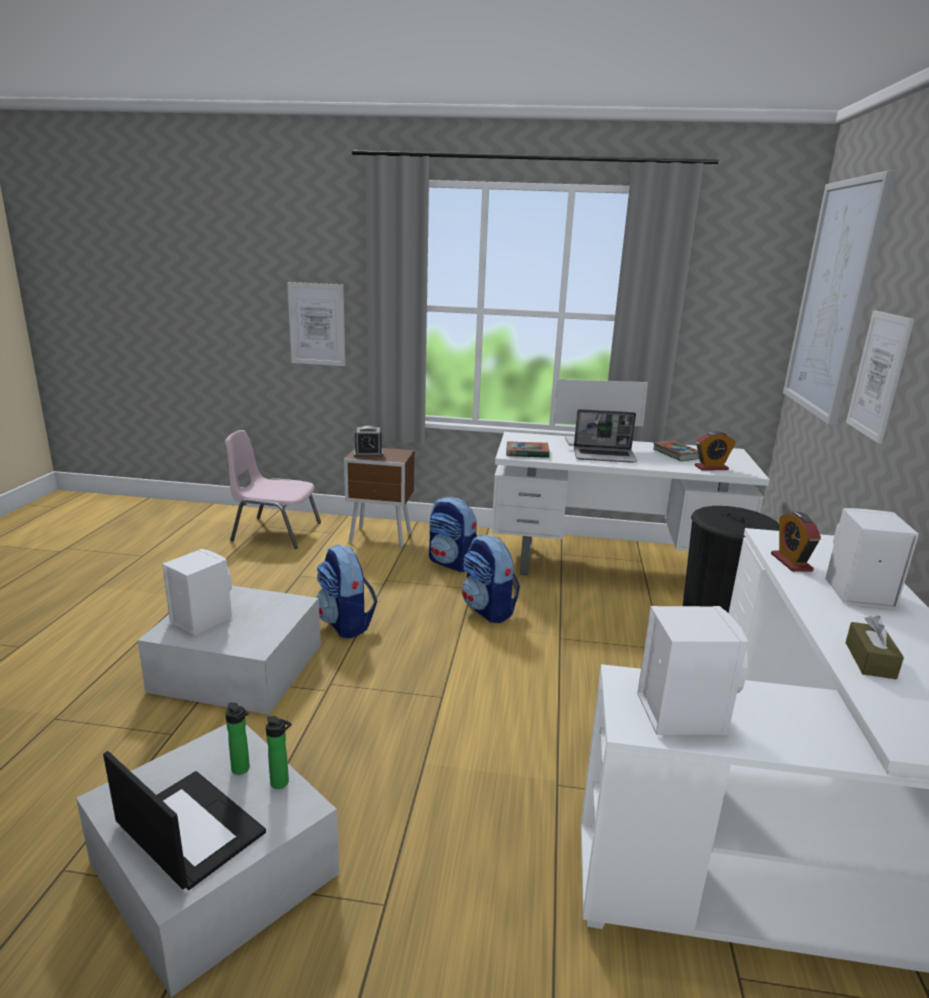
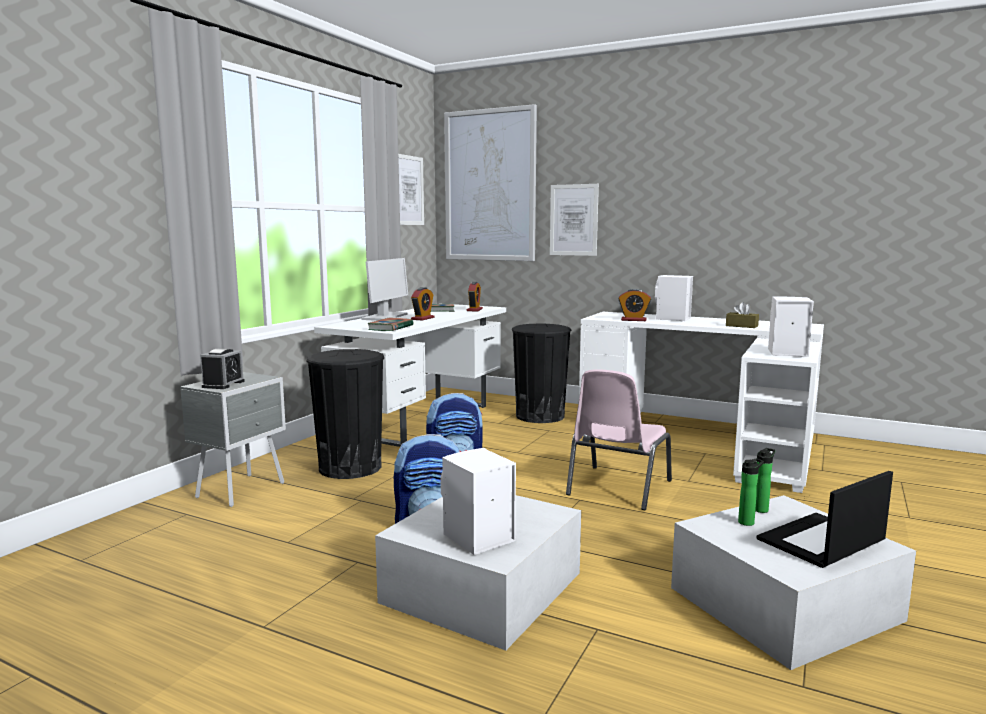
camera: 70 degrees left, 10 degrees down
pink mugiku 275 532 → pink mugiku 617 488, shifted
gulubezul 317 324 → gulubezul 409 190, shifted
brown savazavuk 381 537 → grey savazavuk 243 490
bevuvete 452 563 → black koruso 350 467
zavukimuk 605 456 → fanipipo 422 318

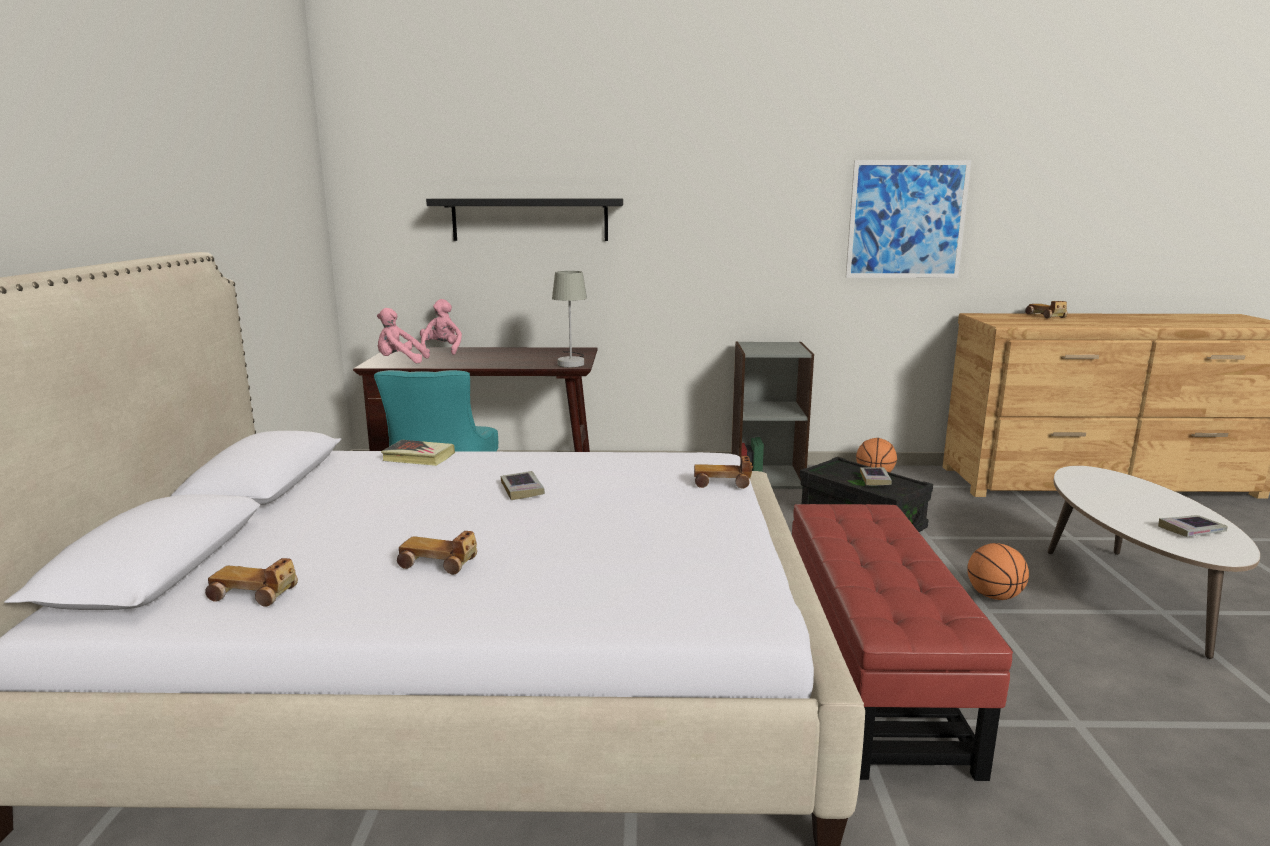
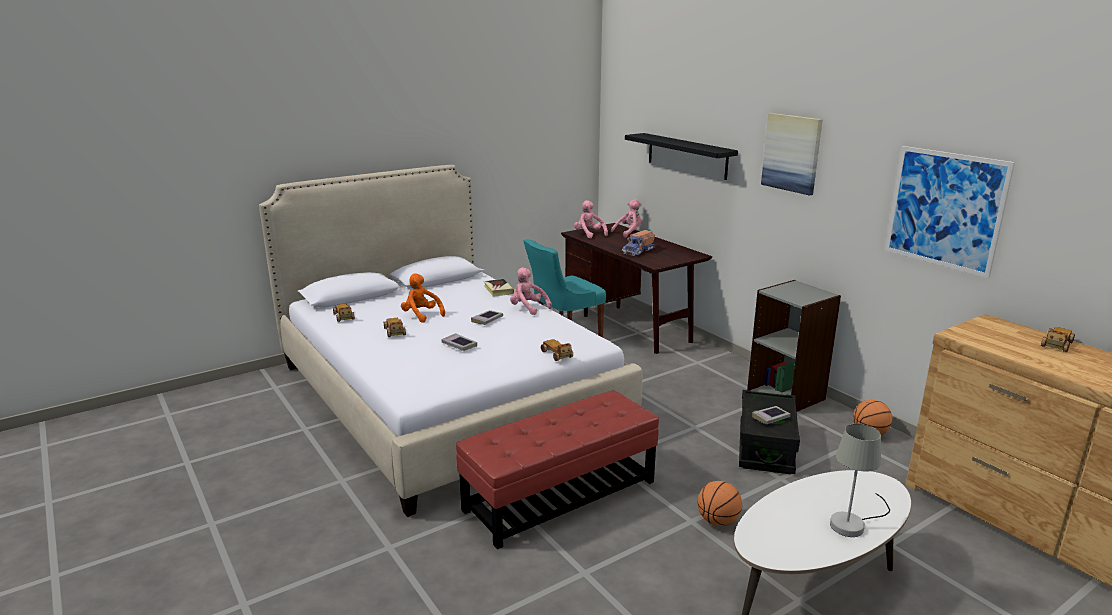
camera: 55 degrees right, 5 degrees up
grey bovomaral 572 362 → grey bovomaral 853 523, shifted
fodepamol 1191 530 → fodepamol 459 345, shifted
- → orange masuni 421 315
- → pink masuni 528 308
- → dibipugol 639 251
- → gulubezul 791 153

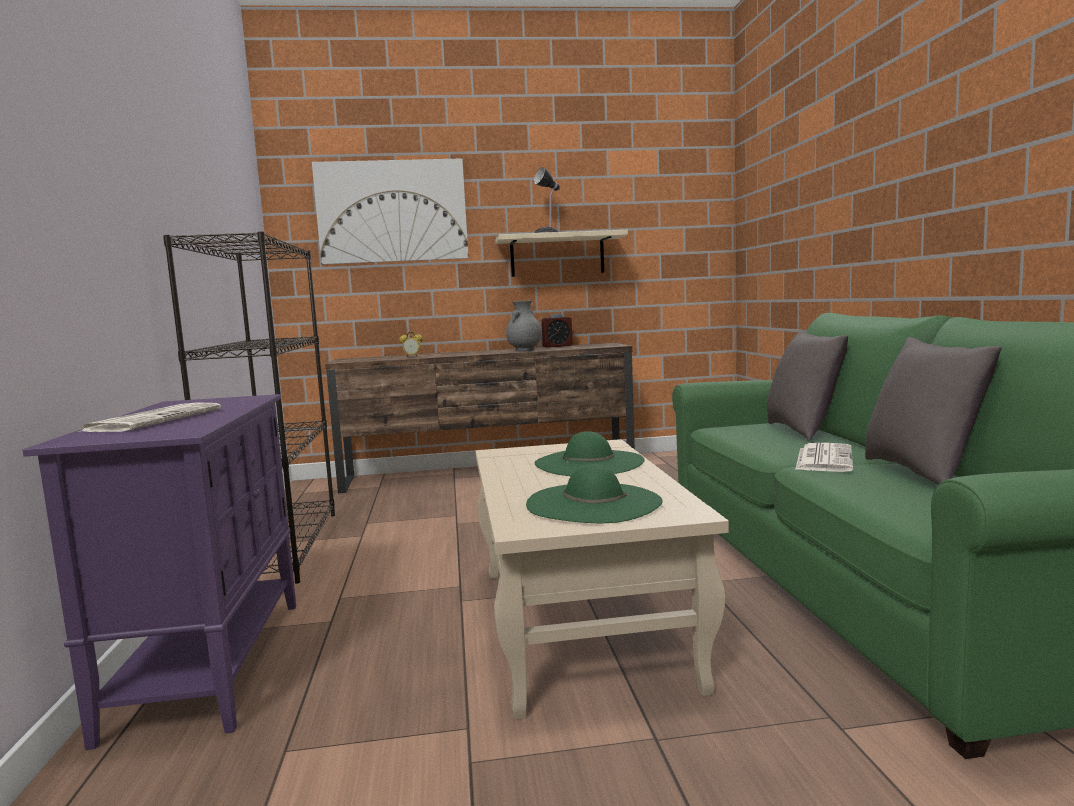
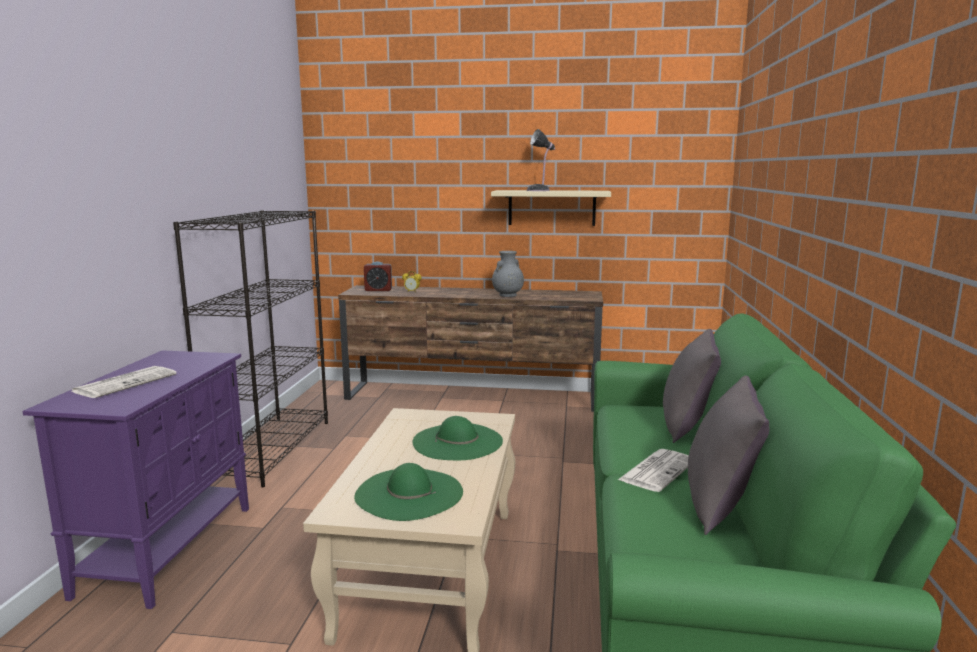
camera: 15 degrees right, 5 degrees up
gulubezul 392 211 → -
fanipipo 557 346 → fanipipo 378 290, shifted

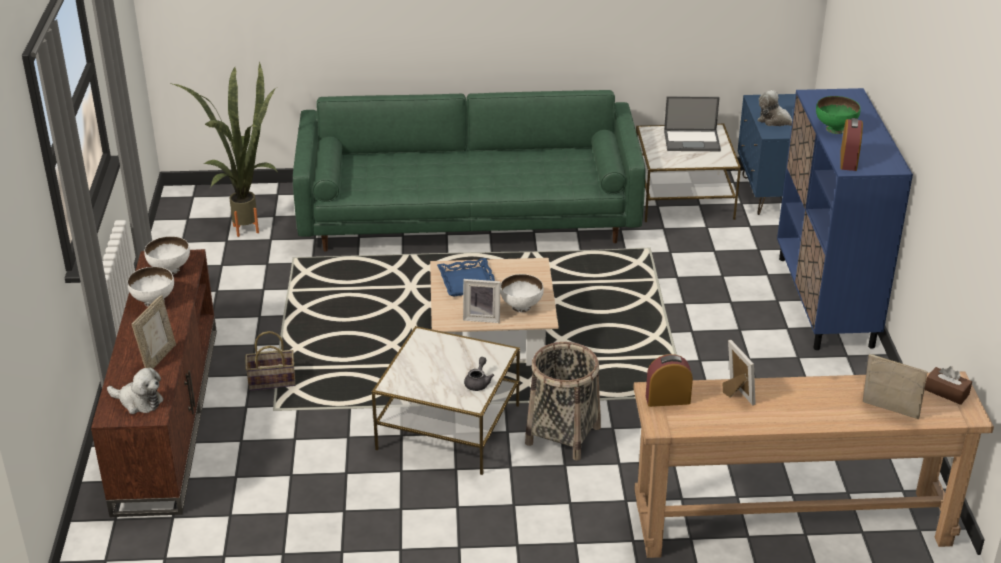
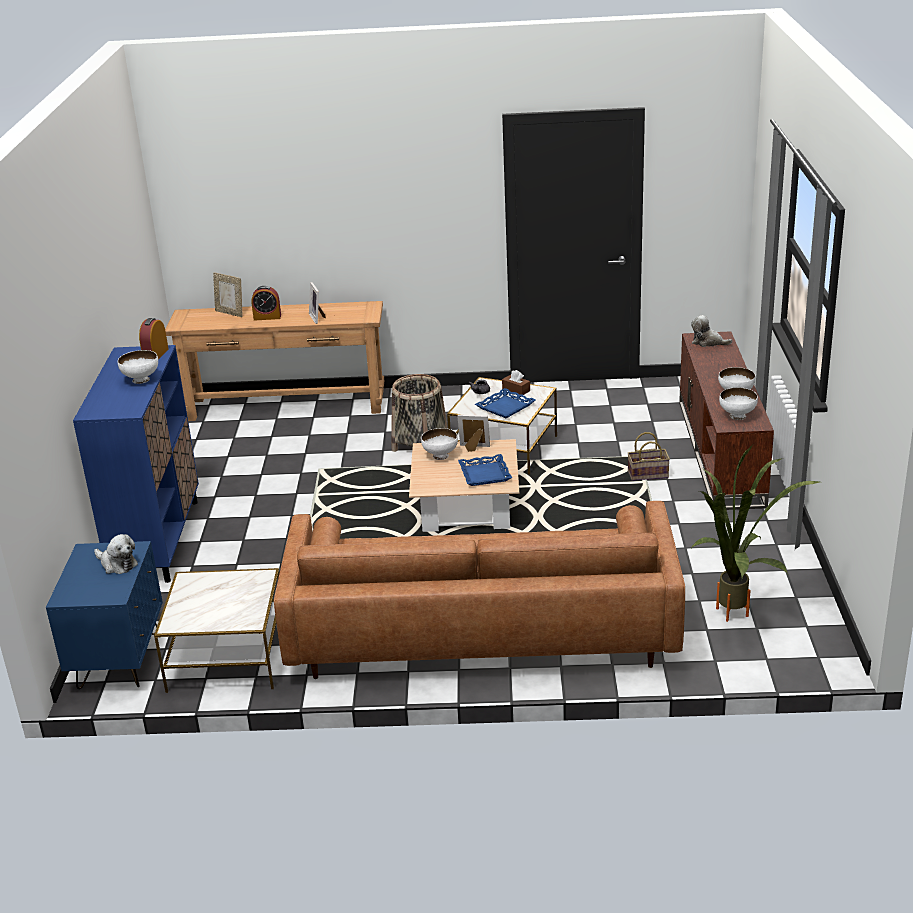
camera: 175 degrees left, 5 degrees down
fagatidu 158 358 → -
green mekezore 468 215 → brown mekezore 481 631
fanipipo 667 399 → fanipipo 267 317, shifted
zavukimuk 692 141 → -
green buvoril 835 129 → white buvoril 141 380
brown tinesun 946 392 → brown tinesun 516 390, shifted
- → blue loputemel 505 407

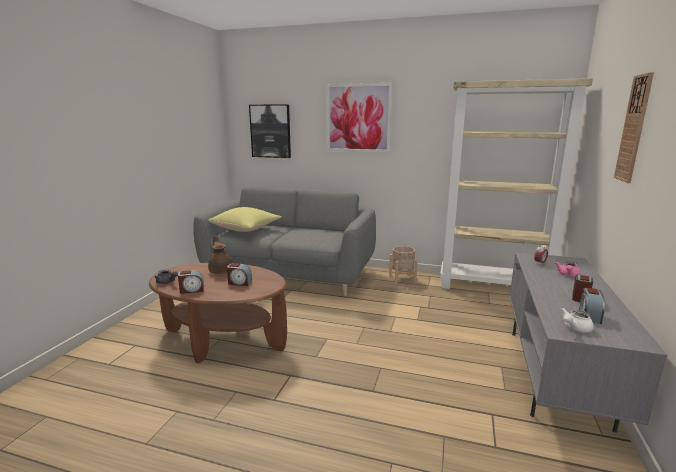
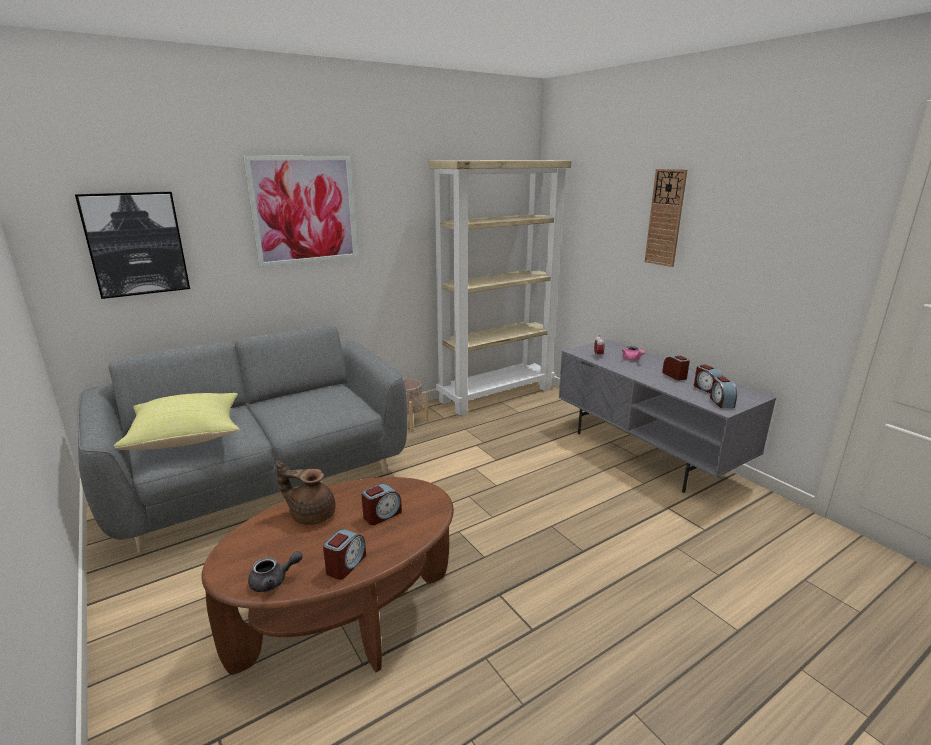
camera: 50 degrees left, 5 degrees up
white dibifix 574 328 → fanipipo 721 402

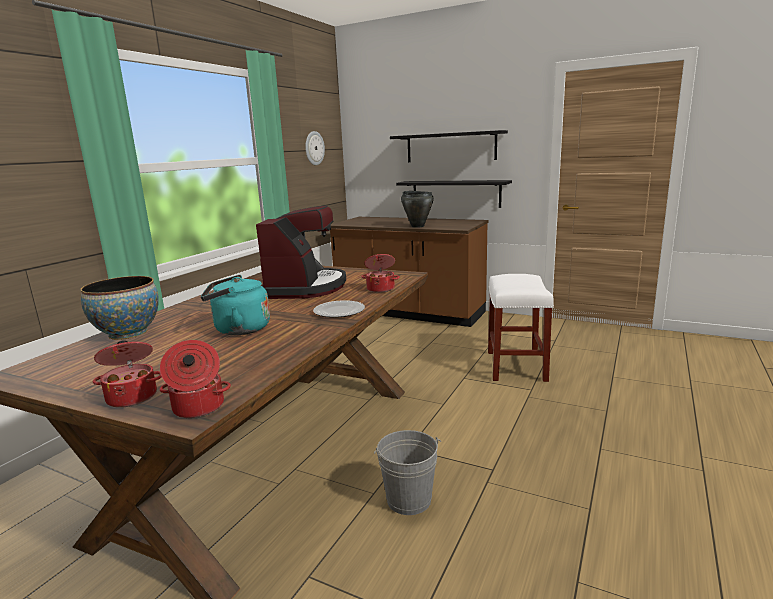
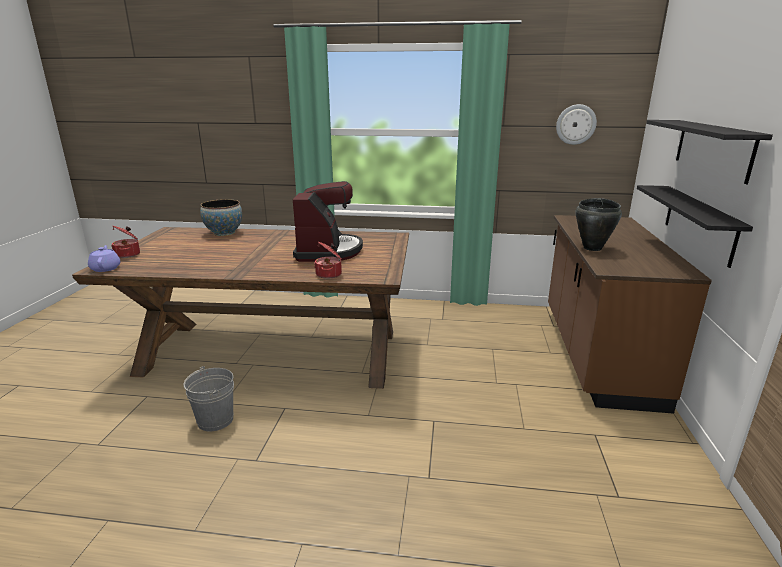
camera: 70 degrees right, 5 degrees up
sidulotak 198 408 → purple dibifix 106 268
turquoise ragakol 238 329 → -
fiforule 305 287 → fiforule 328 251, 75 degrees counterclockwise
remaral 340 311 → -
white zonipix 516 366 → -

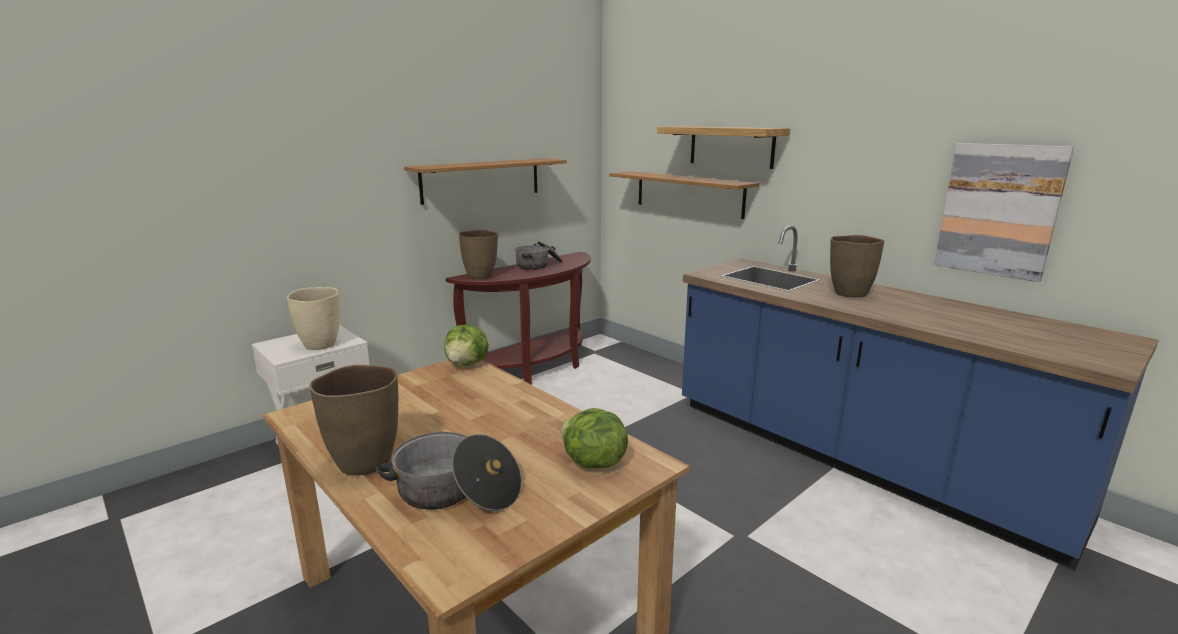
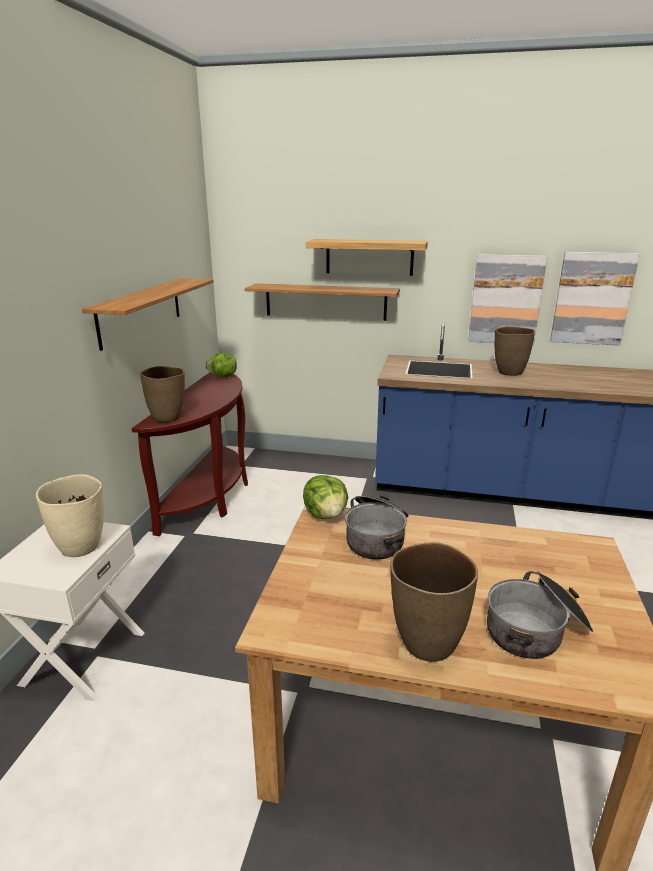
camera: 35 degrees left, 5 degrees up
sidulotak 539 265 → sidulotak 377 537, shifted
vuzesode 592 463 → vuzesode 222 377, shifted
- → gulubezul 505 299

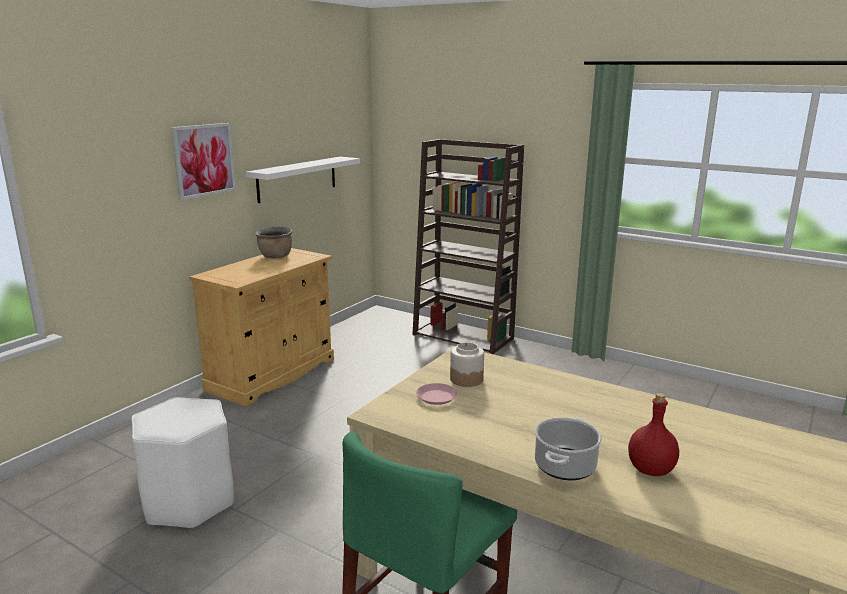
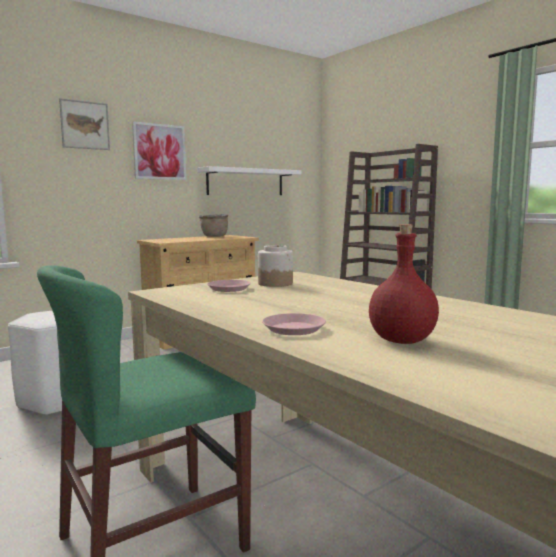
camera: 20 degrees right, 10 degrees down
sidulotak 564 466 → pink remaral 293 329
- → gulubezul 85 125

